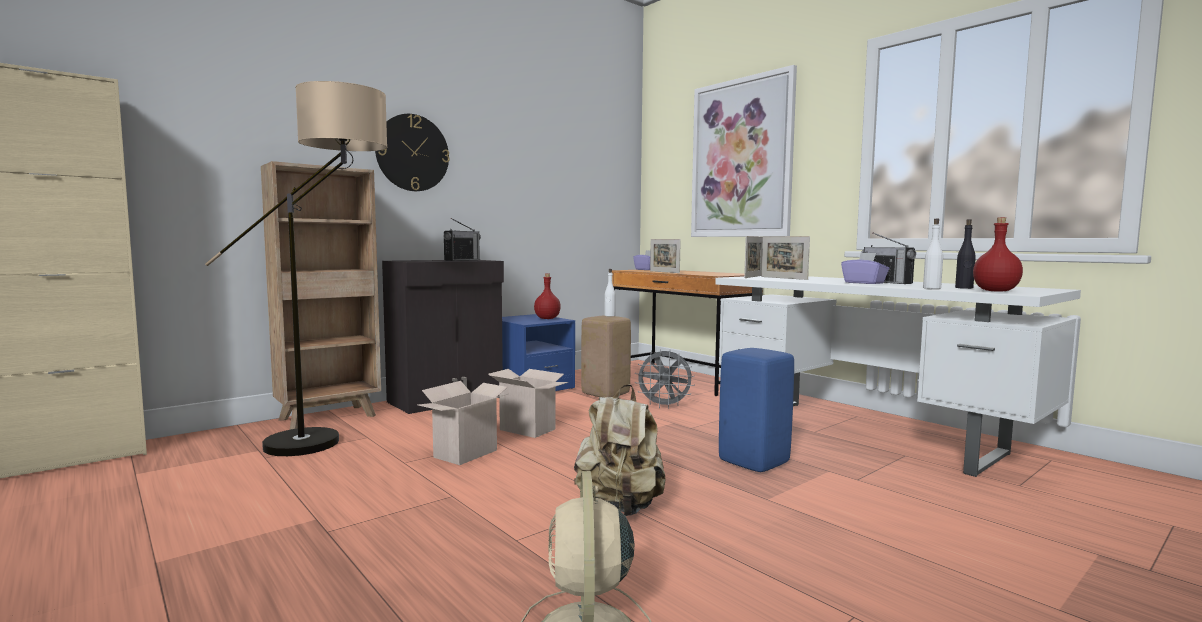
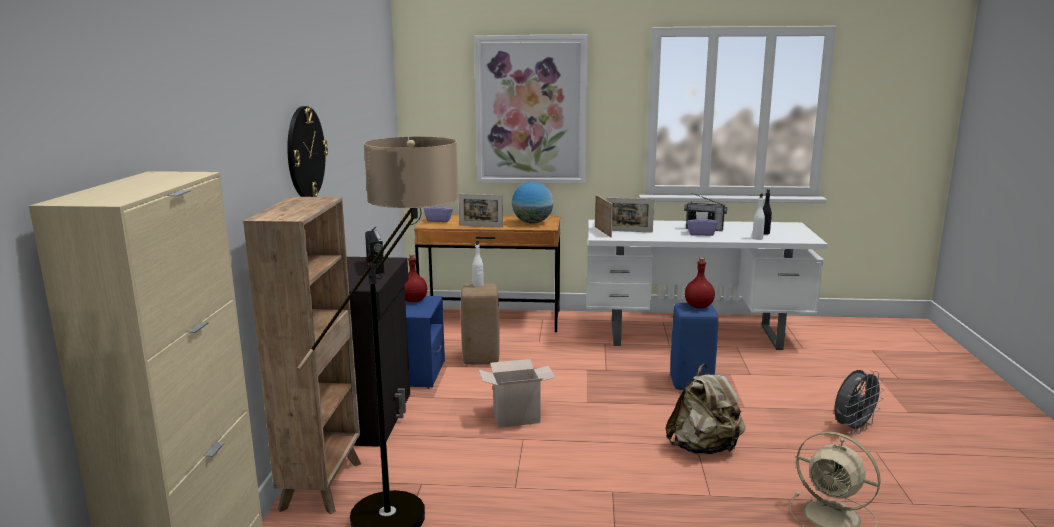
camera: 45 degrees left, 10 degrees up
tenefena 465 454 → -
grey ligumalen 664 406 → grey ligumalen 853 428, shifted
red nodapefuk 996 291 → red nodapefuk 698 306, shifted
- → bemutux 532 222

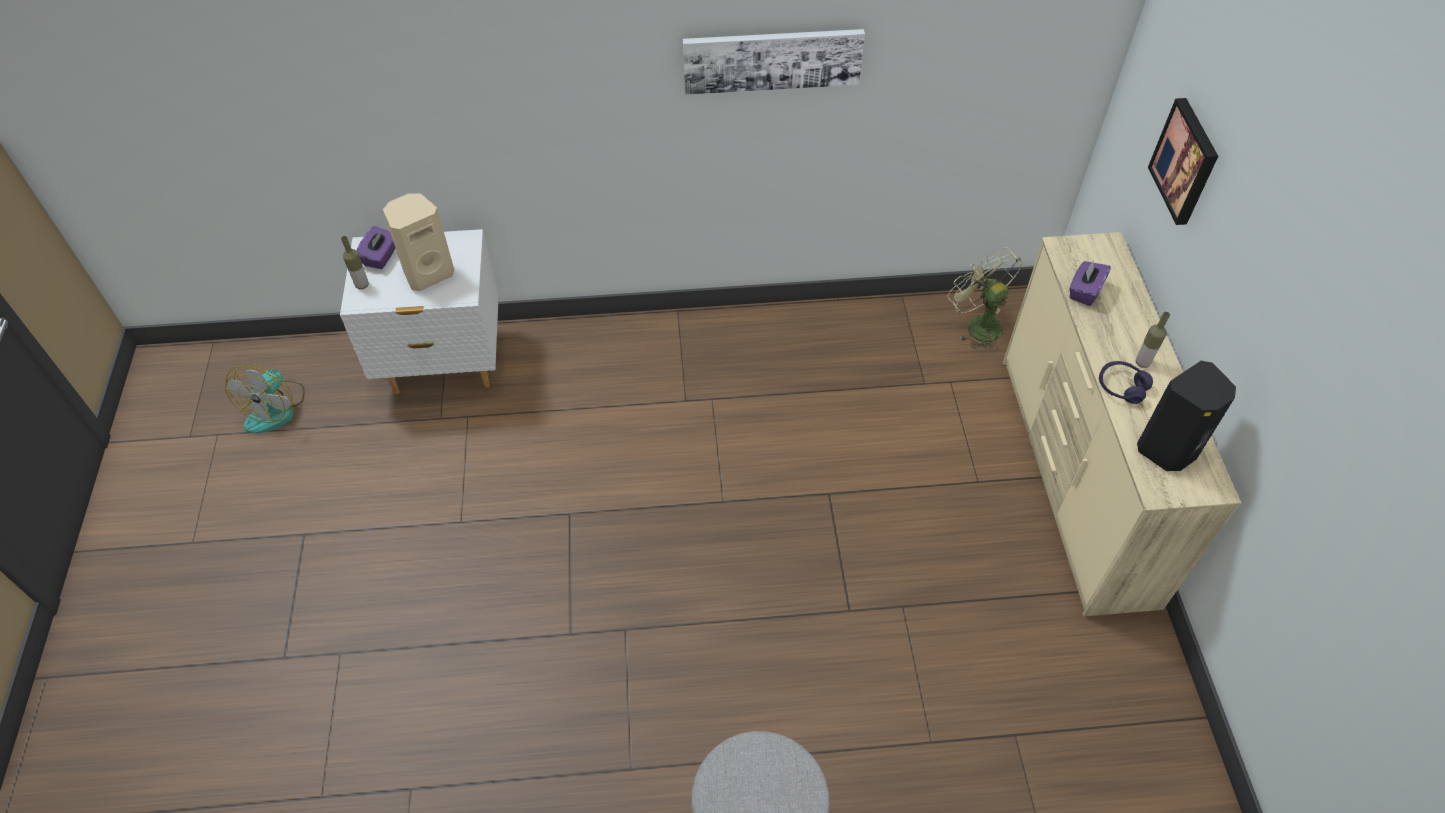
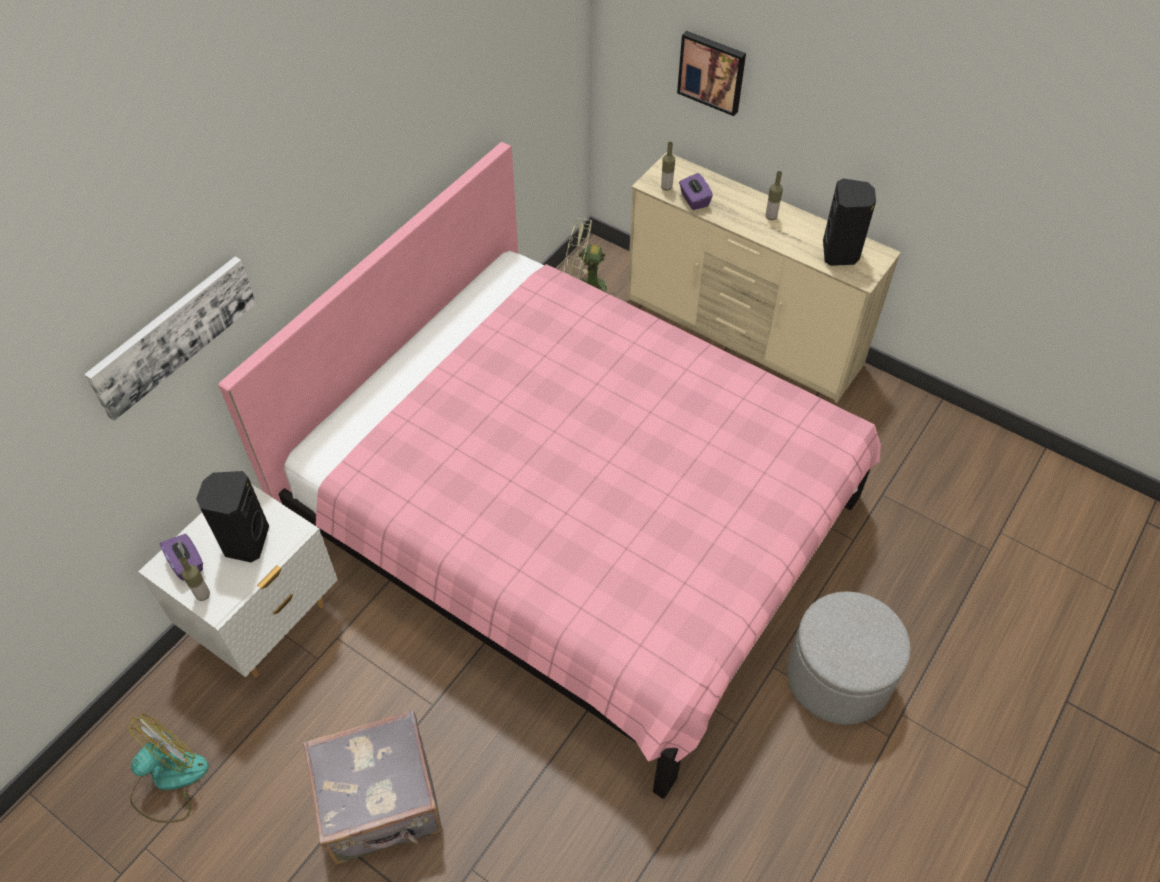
camera: 50 degrees left, 0 degrees up
ligumalen 276 408 → ligumalen 168 780, 105 degrees counterclockwise
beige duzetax 428 273 → black duzetax 245 541
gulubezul 772 59 → gulubezul 172 334, shifted
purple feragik 1121 387 → -
- → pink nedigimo 578 522
- → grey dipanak 382 803
- → nodapefuk 666 187

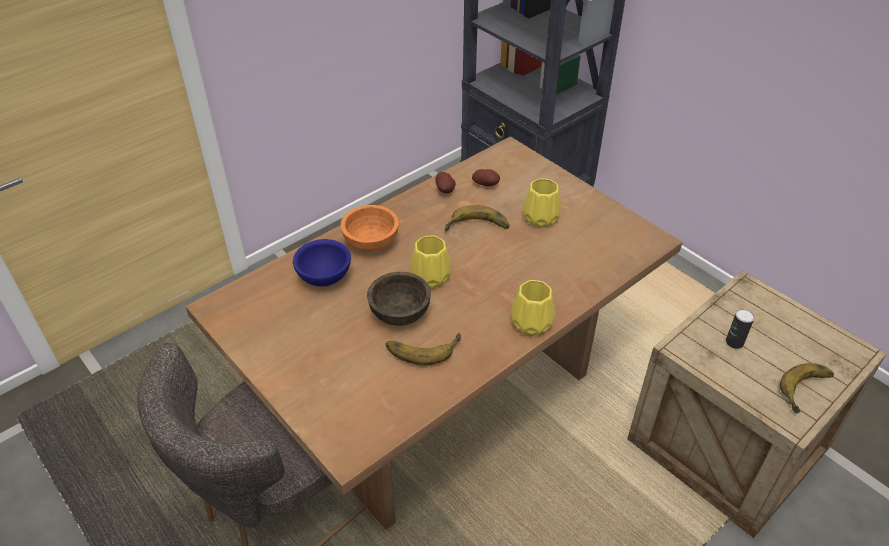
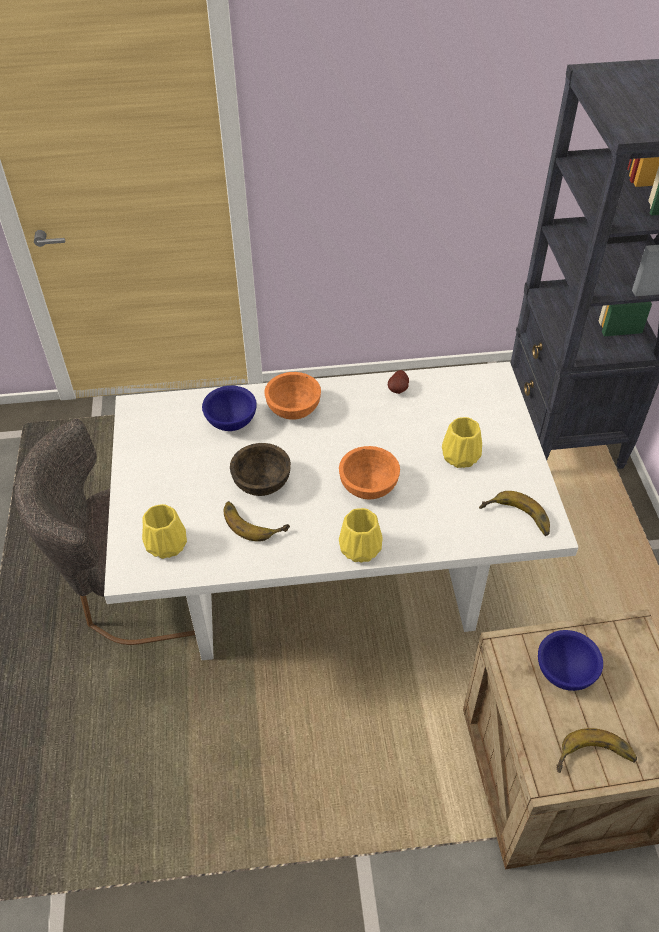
camera: 35 degrees right, 5 degrees up
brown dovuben 444 402 → white dovuben 330 583
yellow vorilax 431 276 → yellow vorilax 167 544, shifted
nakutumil 477 228 → nakutumil 515 520, shifted
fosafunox 486 184 → -
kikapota 734 342 → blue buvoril 565 673
- → orange buvoril 368 486

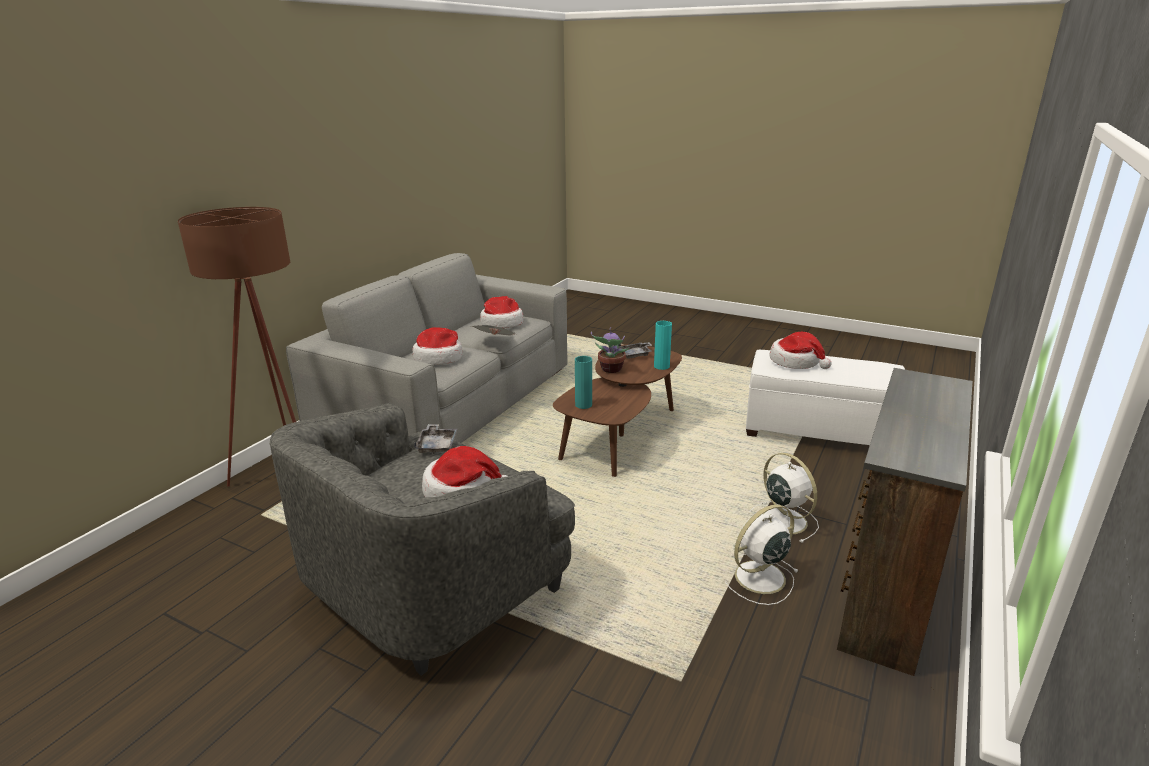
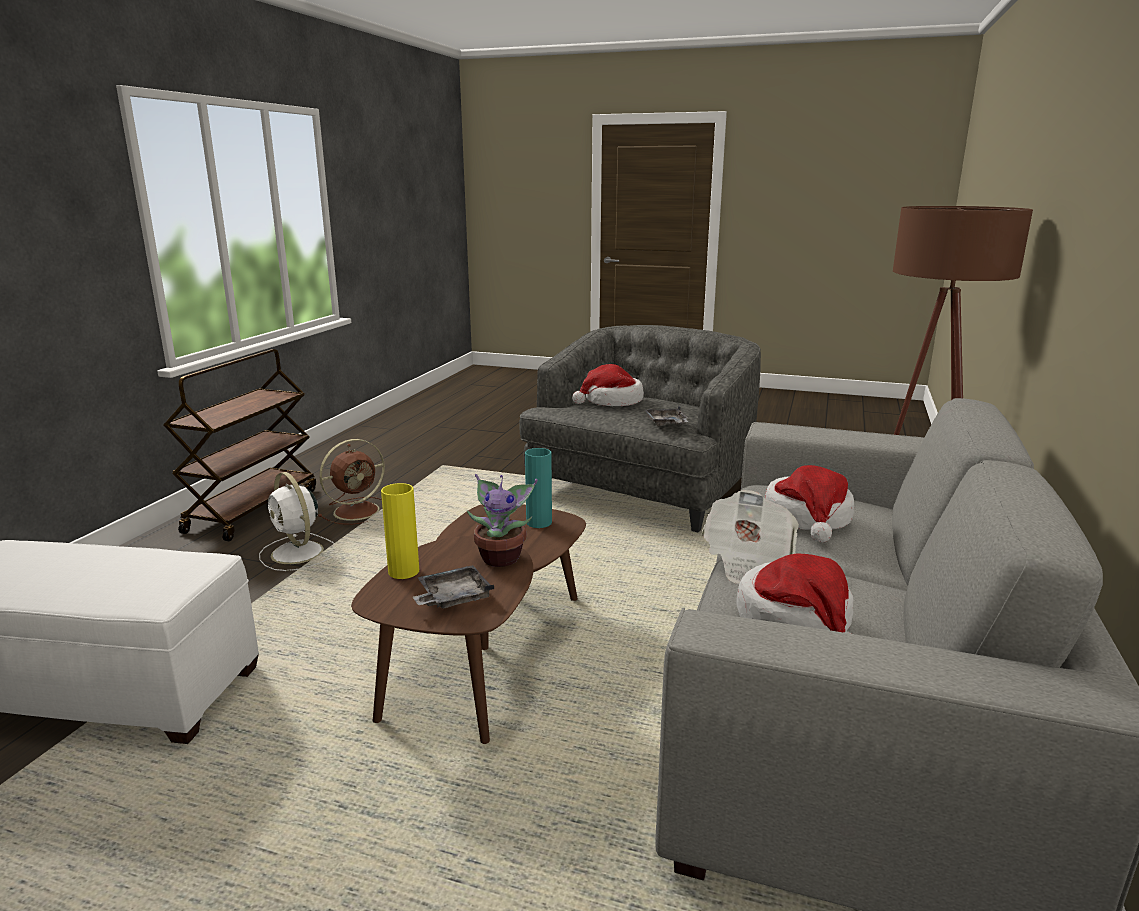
camera: 170 degrees right, 5 degrees down
turquoise vorilax 661 366 → yellow vorilax 403 571
white ligumalen 758 578 → brown ligumalen 358 511
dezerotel 796 362 → -
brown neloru 884 593 → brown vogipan 252 509

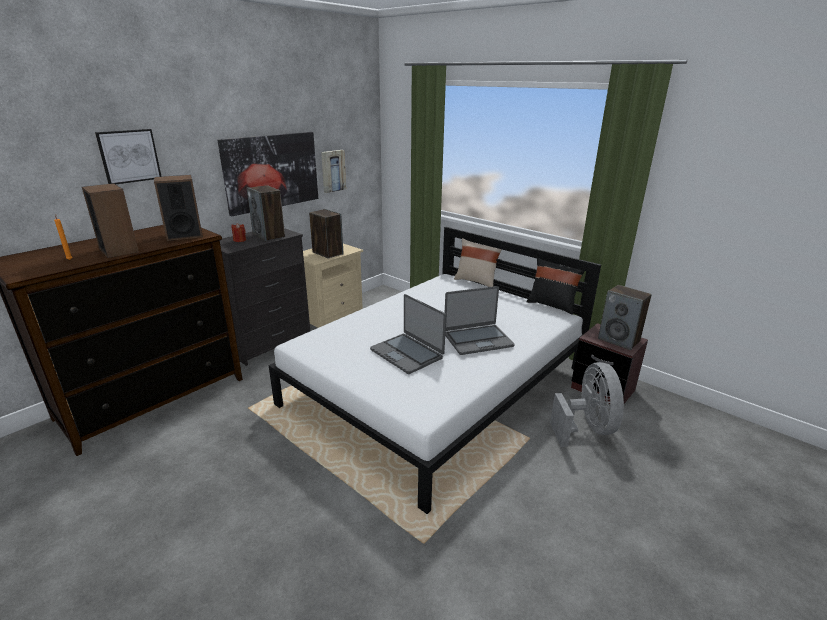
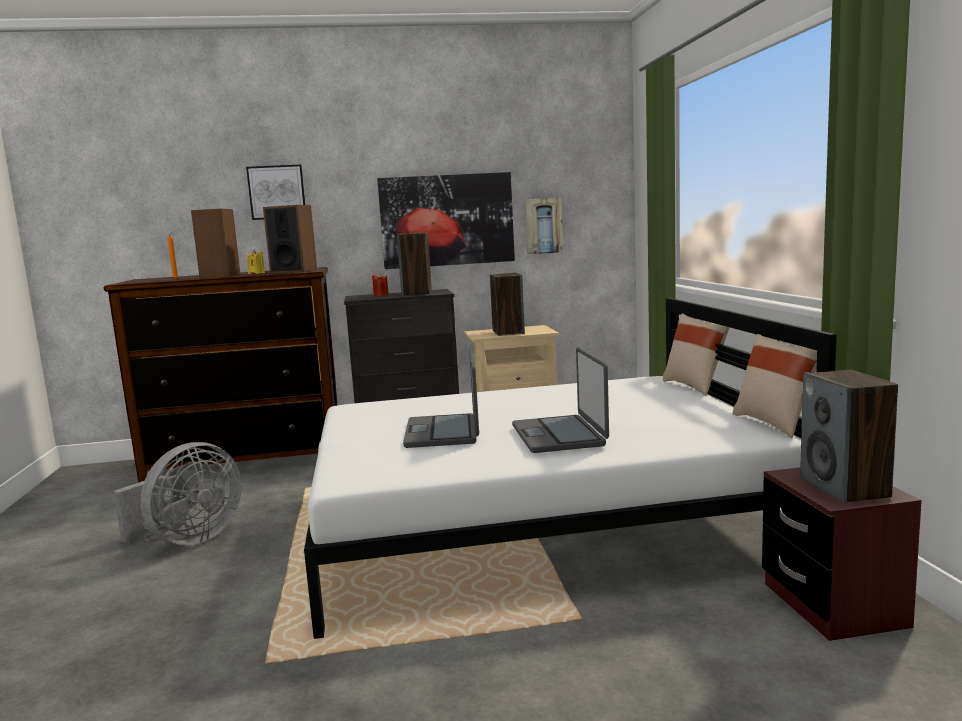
camera: 40 degrees right, 15 degrees down
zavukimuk 477 340 → zavukimuk 559 435, 60 degrees clockwise
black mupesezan 552 305 → beige mupesezan 775 423
grey ligumalen 586 428 → grey ligumalen 189 540, shifted
- → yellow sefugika 256 273

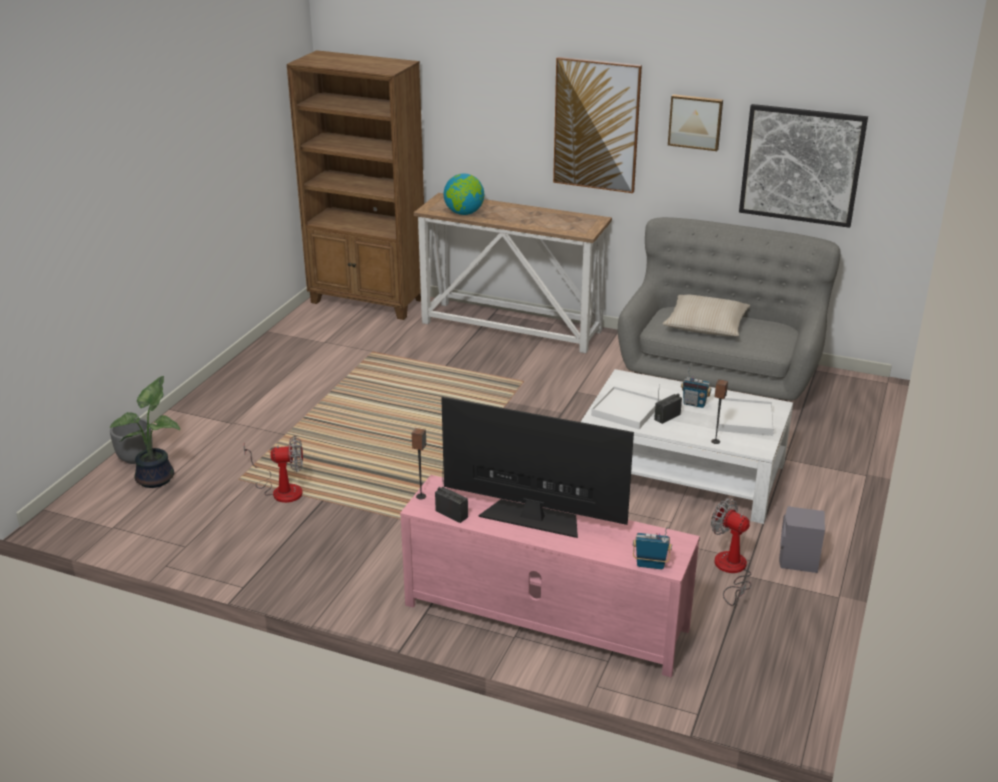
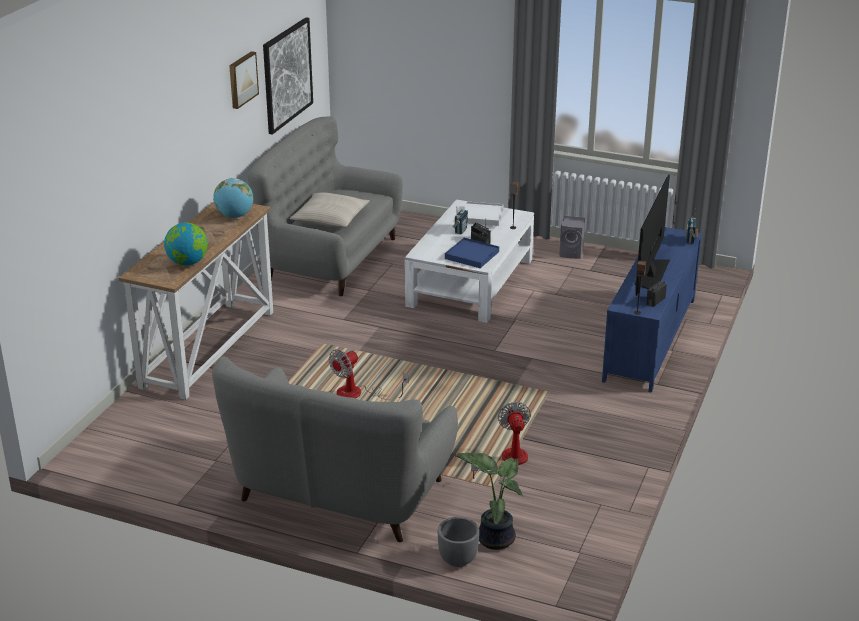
camera: 90 degrees left, 0 degrees up
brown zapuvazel 368 301 → -
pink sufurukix 544 617 → blue sufurukix 650 339
gulubezul 596 125 → -
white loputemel 625 410 → blue loputemel 471 255
ligumalen 731 571 → ligumalen 358 394, shifted
- → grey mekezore 339 492
- → bemutux 235 216

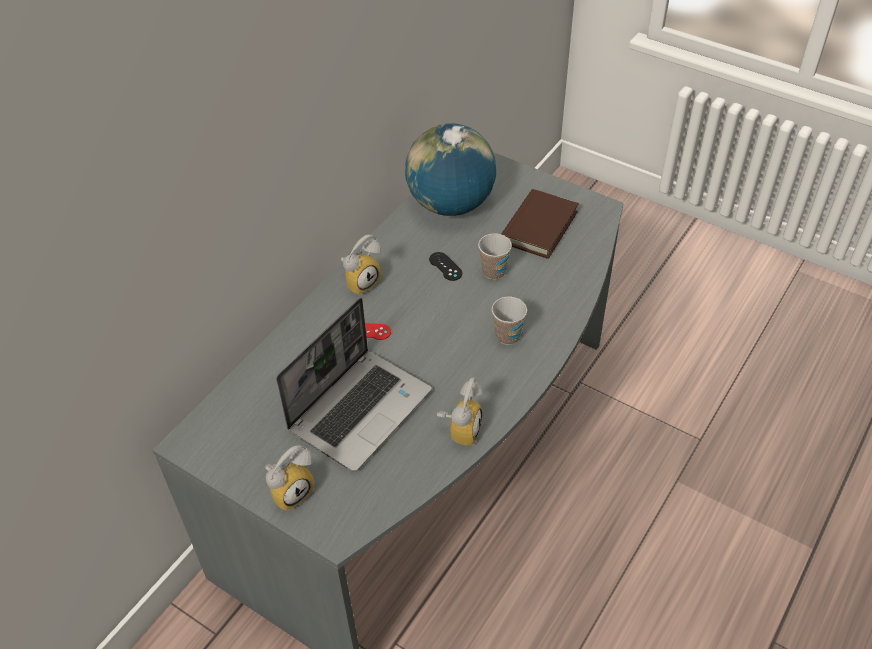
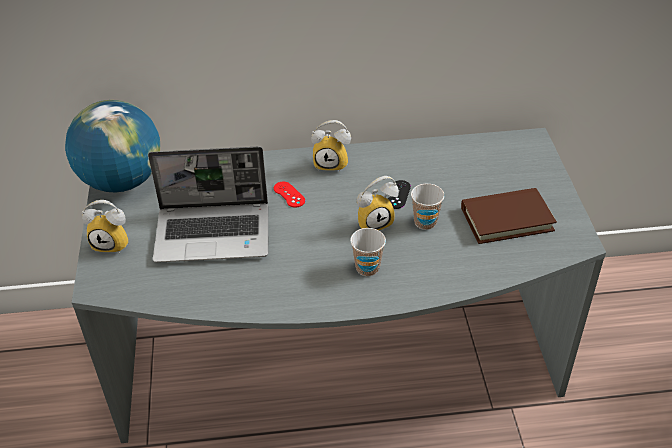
camera: 50 degrees right, 5 degrees down
bemutux 450 204 → bemutux 122 181, shifted
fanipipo 460 429 → fanipipo 374 222, shifted

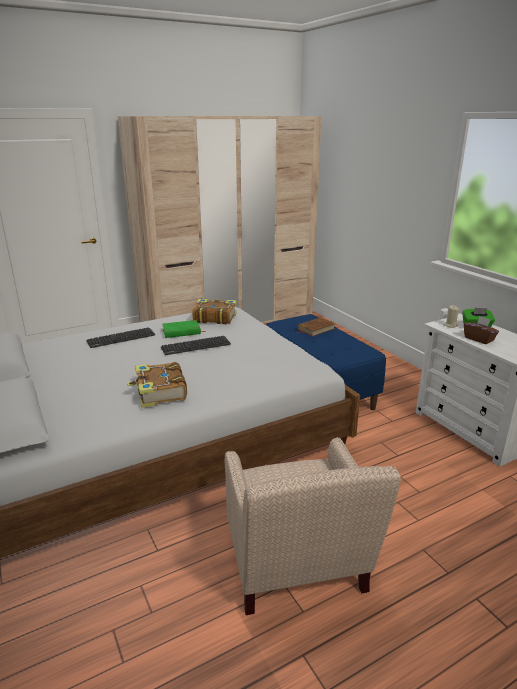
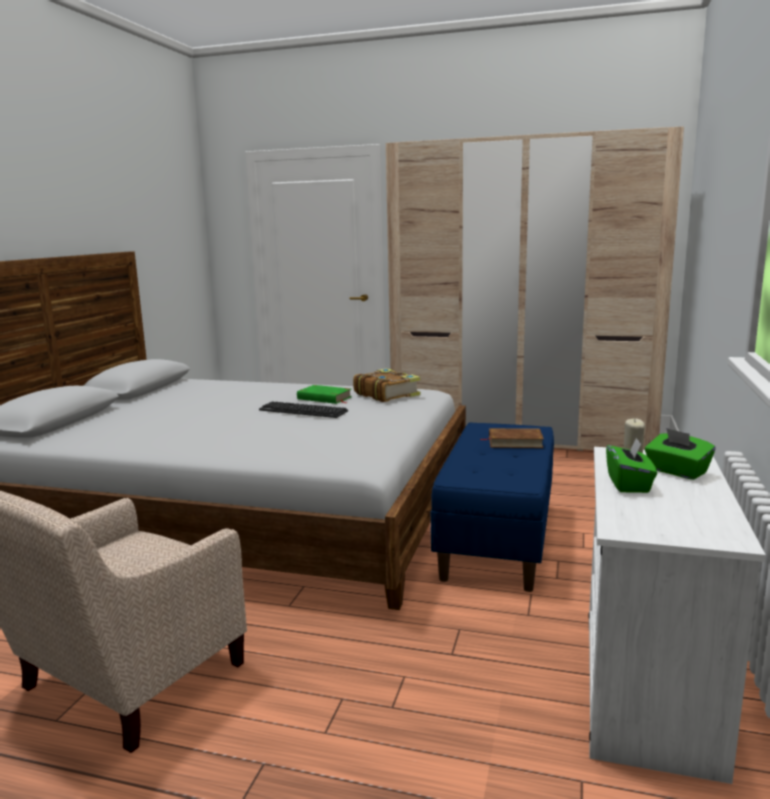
camera: 45 degrees right, 10 degrees down
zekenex 121 338 → -
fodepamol 160 392 → -
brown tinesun 479 339 → green tinesun 629 484

